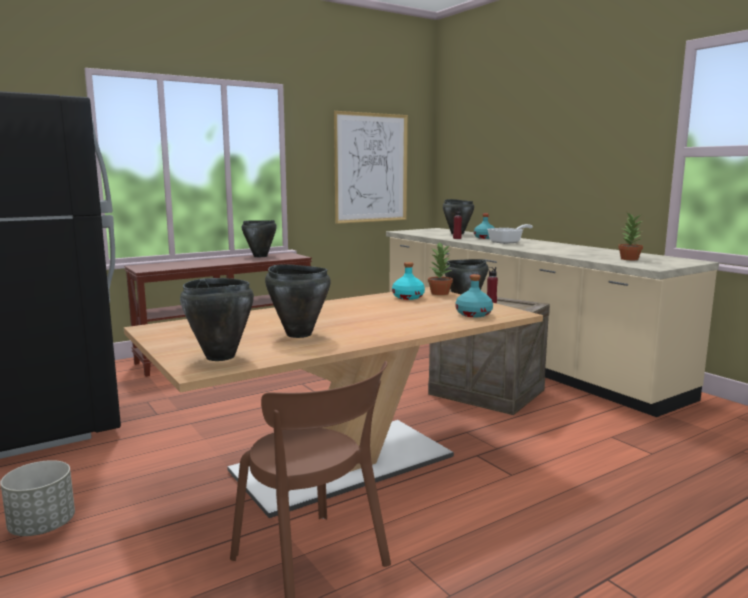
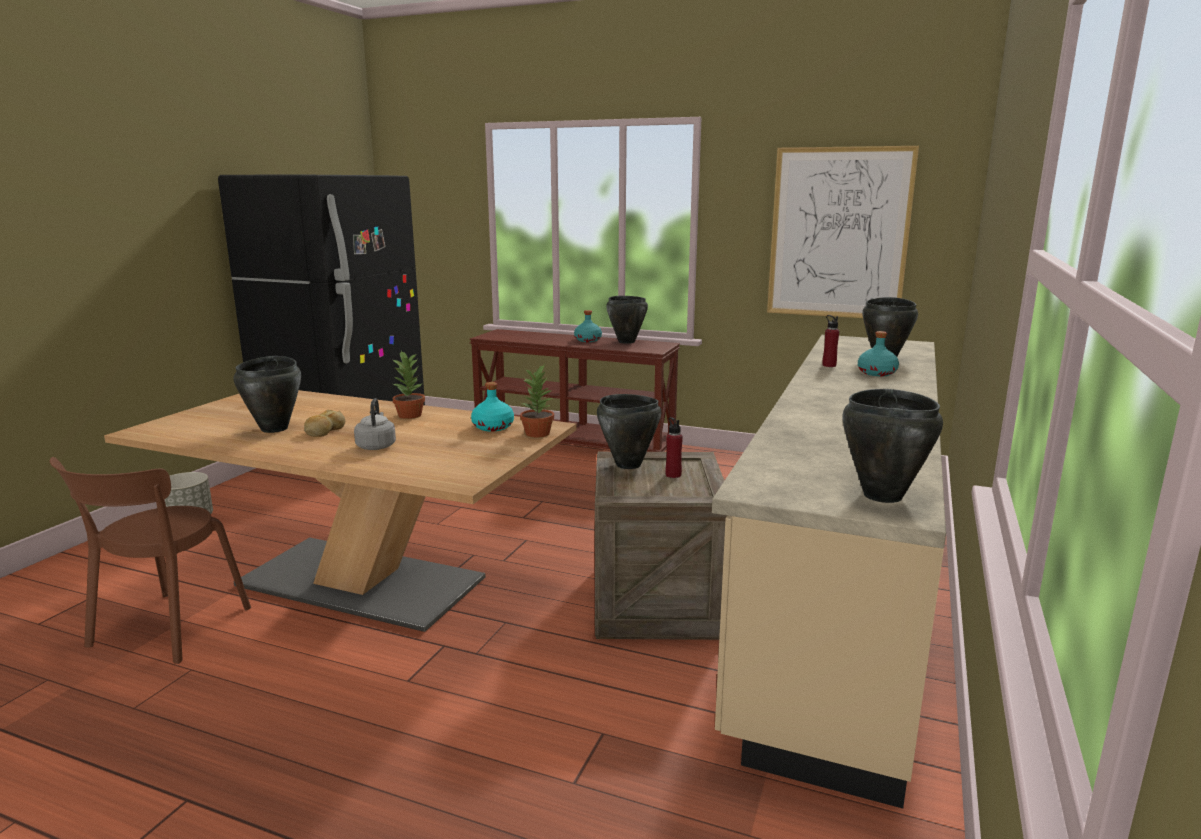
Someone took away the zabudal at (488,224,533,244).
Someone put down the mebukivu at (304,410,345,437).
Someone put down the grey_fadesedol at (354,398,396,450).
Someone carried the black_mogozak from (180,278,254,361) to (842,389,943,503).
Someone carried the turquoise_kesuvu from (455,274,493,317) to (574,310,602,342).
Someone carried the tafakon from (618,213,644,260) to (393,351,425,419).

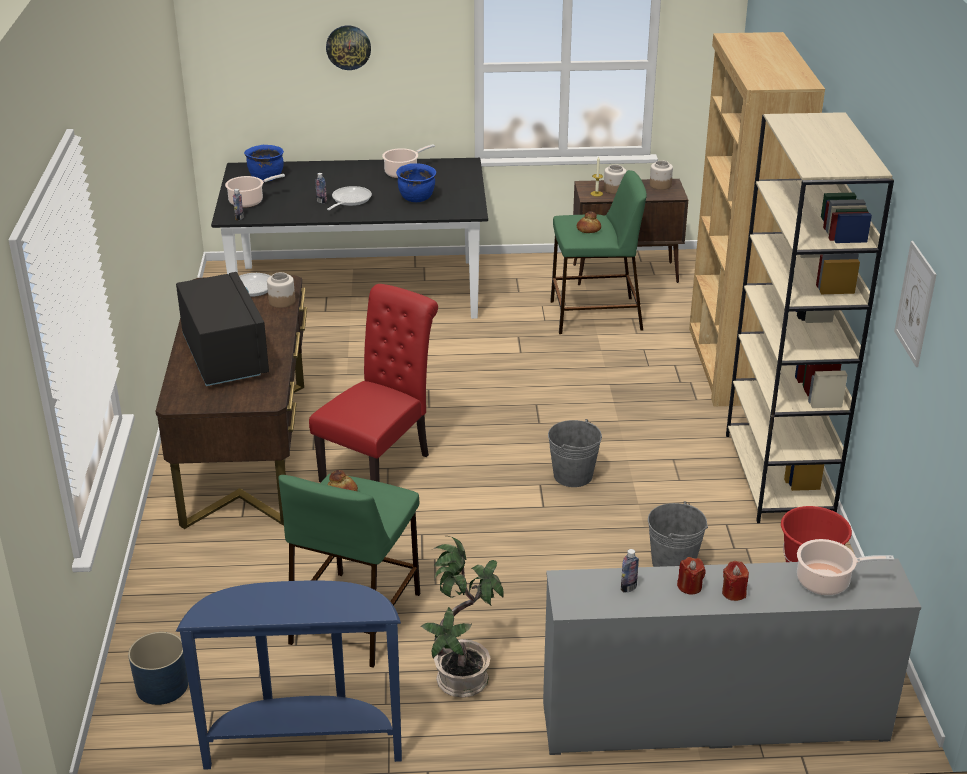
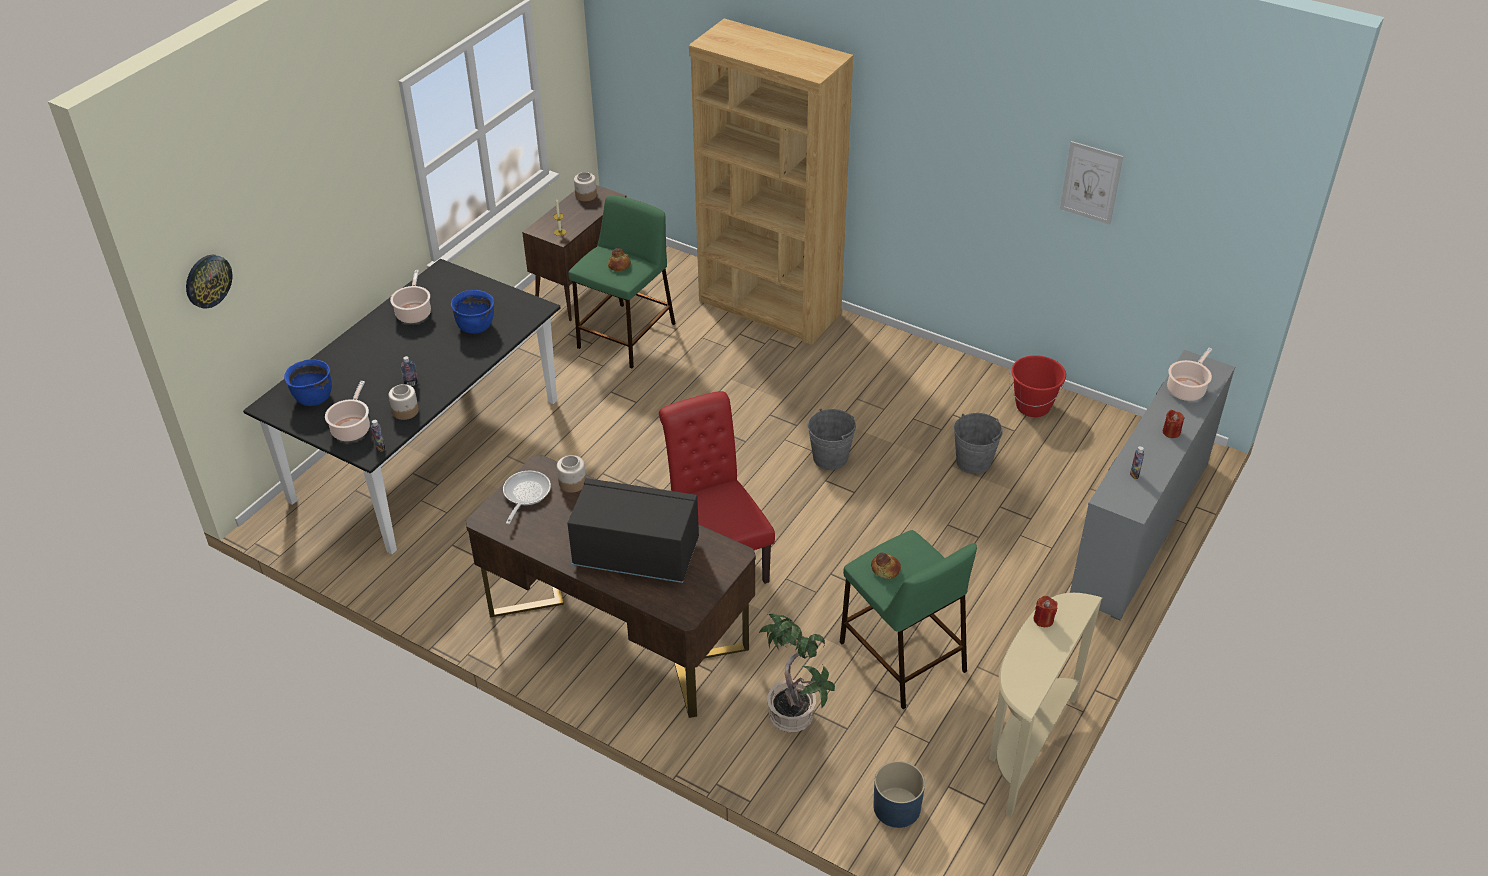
Someone took away the zabudal at (327,186,372,210).
Someone took away the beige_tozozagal at (726,112,894,523).
Someone carried the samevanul from (326,26,371,70) to (186,255,232,309).
Someone carried the tafakon from (420,536,504,698) to (758,614,835,732).
Someone carried the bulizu from (604,165,627,194) to (388,384,419,420).
Someone carried the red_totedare from (677,557,706,595) to (1034,596,1057,627).
Someone repainted the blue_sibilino at (176,580,402,770), which became the beige_sibilino at (989,593,1102,817).

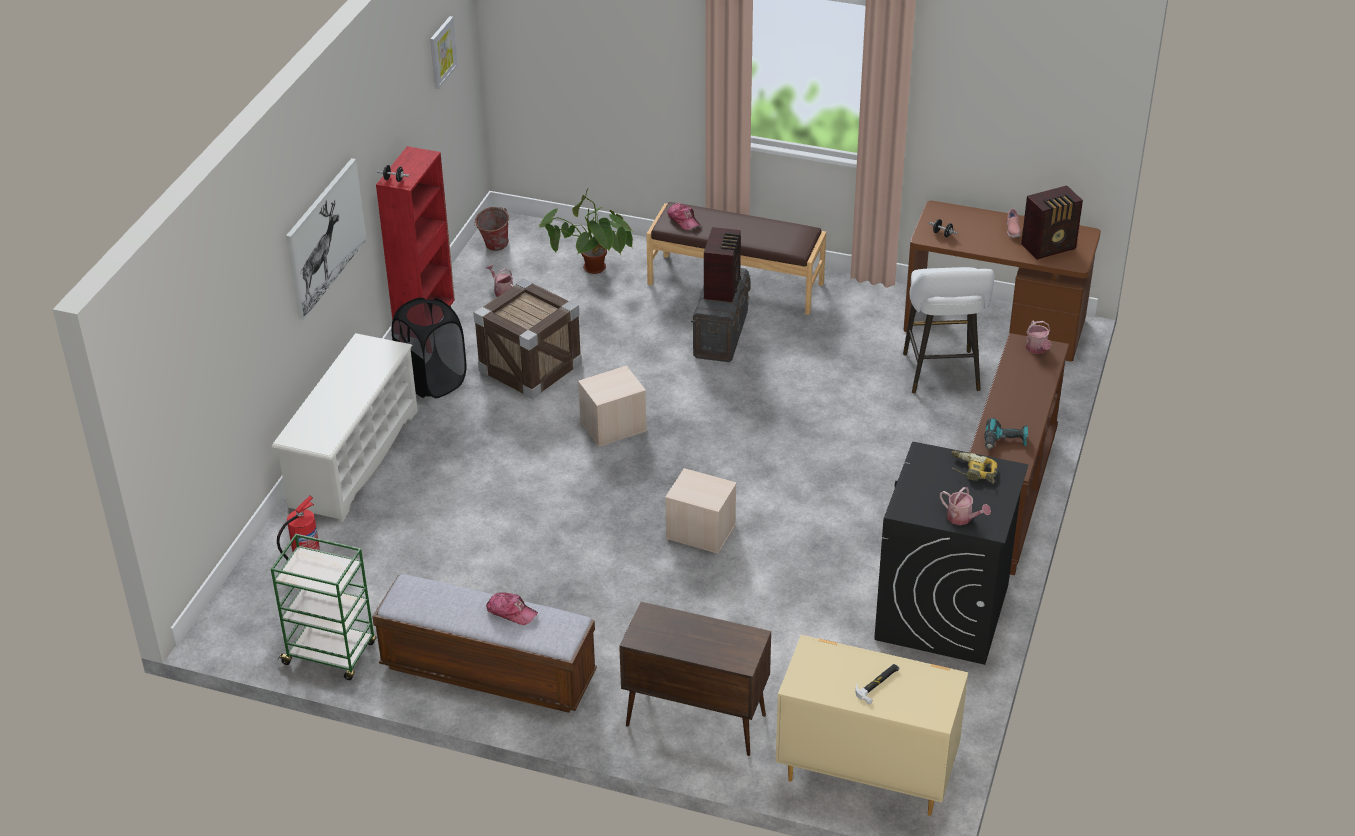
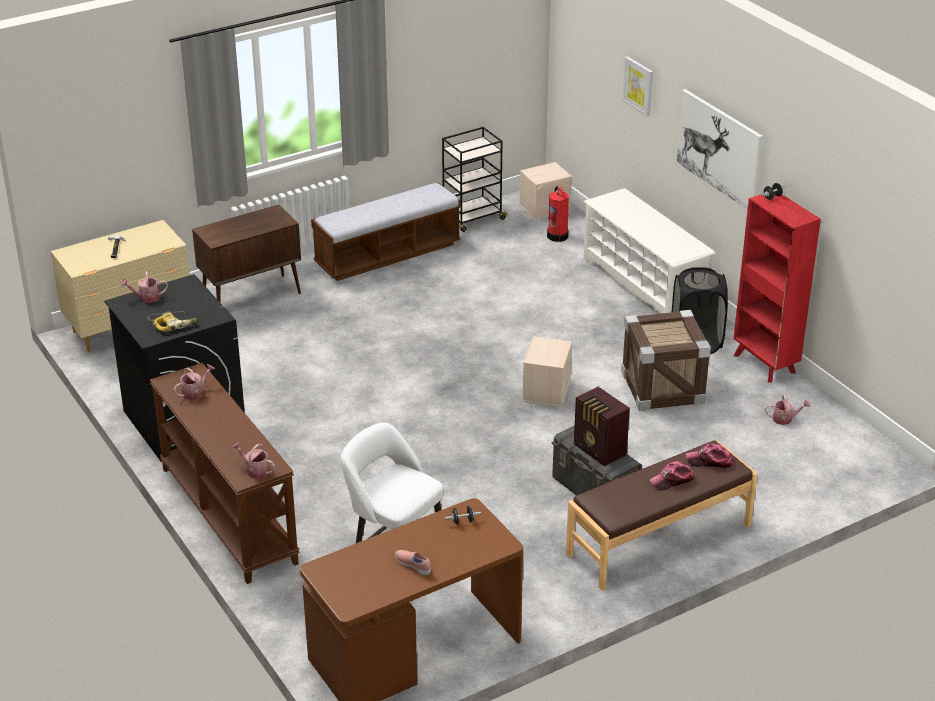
Someone took away the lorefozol at (474,207,509,251).
Someone took away the tafakon at (539,189,634,274).
Someone took away the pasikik at (1021,185,1083,260).
Someone carried the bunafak from (430,16,458,89) to (623,57,653,117).
Someone carried the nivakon from (486,592,538,625) to (650,461,695,490).
Someone carried the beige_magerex from (665,468,737,554) to (519,162,572,220).
Someone swapped the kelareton at (985,418,1028,450) for the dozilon at (173,364,215,400).
Someone repainted the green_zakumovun at (271,534,376,680), which became the black_zakumovun at (442,127,508,232).

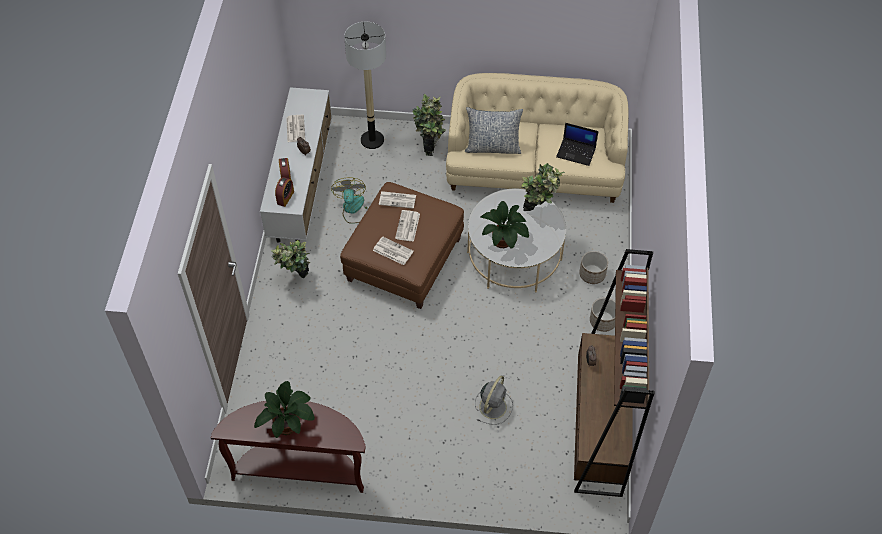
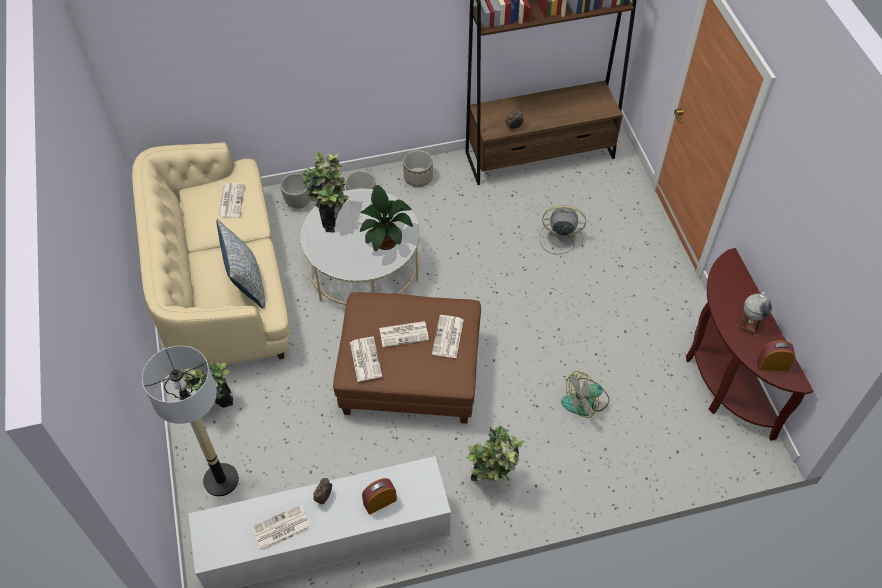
Someone put down the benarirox at (280,173,310,209).
Someone carried the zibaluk from (275,177,294,207) to (757,340,795,371).
Someone carried the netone from (331,177,368,224) to (561,371,610,418).
Someone swapped the tafakon at (254,381,315,438) for the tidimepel at (739,292,772,336).
Someone swapped the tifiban at (556,123,599,166) for the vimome at (218,183,245,217).

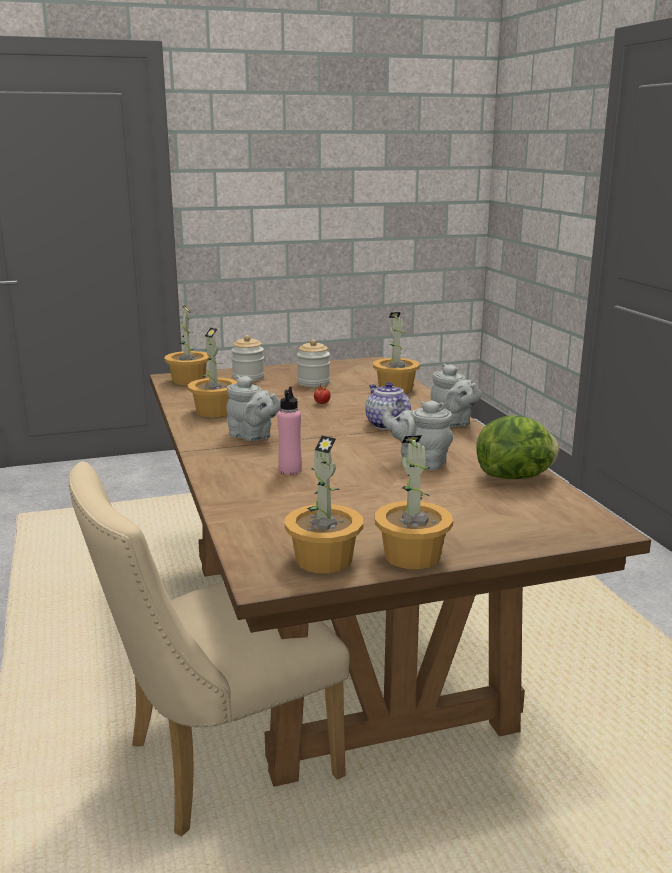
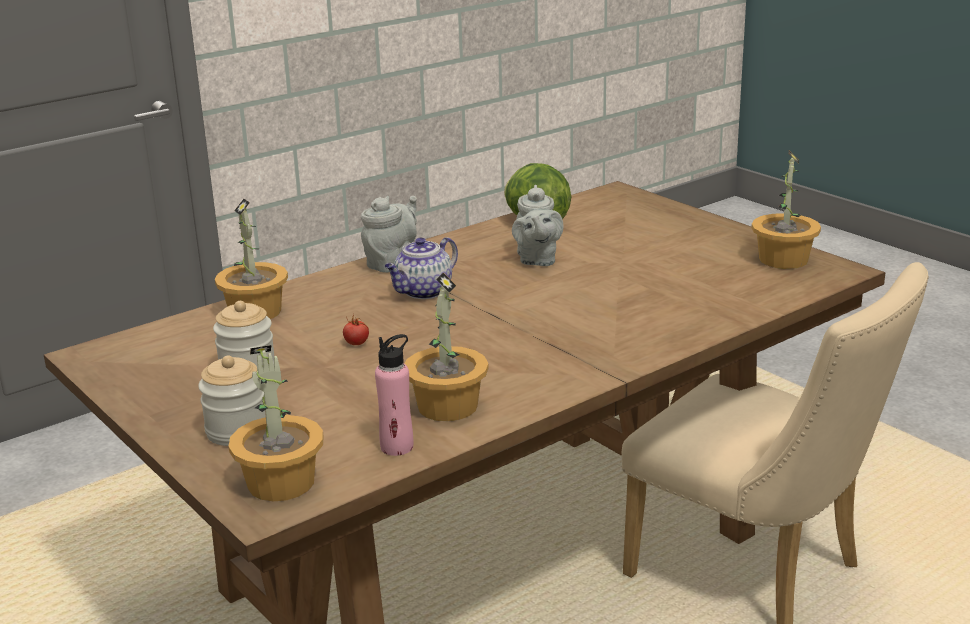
Someone took away the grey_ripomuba at (227,375,281,441).
Someone took away the tafakon at (375,435,453,569).
Someone carried the pink_kesuvu from (277,387,302,475) to (375,334,413,456).

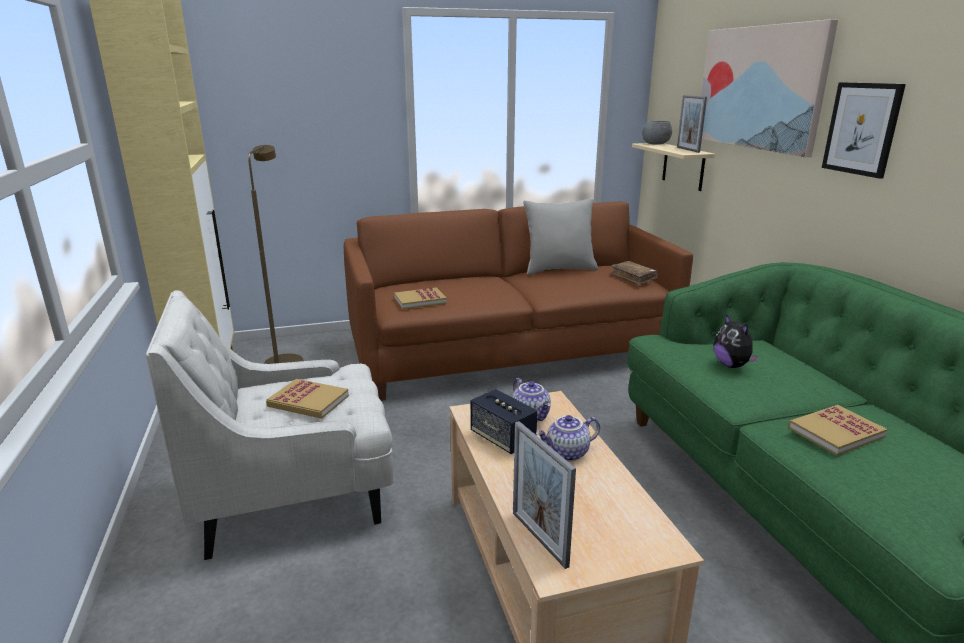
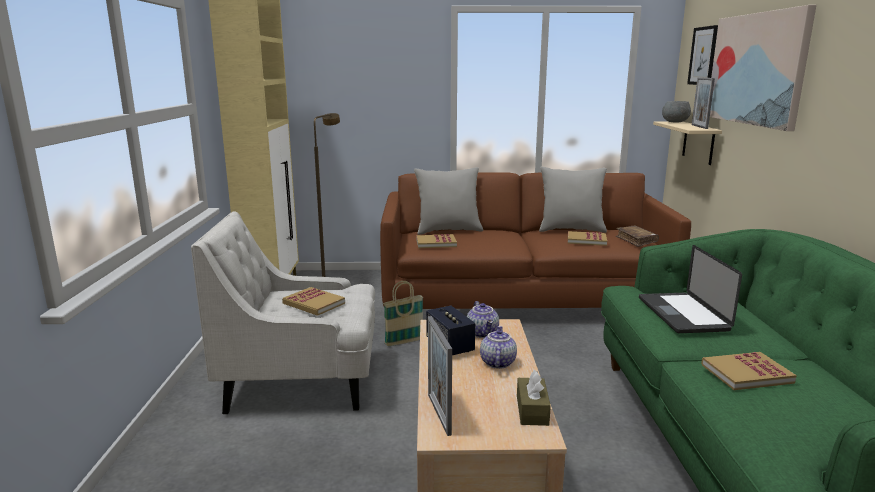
Someone put down the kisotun at (383,281,423,346).
Someone put down the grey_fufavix at (414,167,483,235).
Someone put down the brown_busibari at (517,370,551,426).
Someone put down the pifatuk at (568,231,607,246).
Someone carried the bunafak from (822,82,906,179) to (687,25,718,85).
Someone swapped the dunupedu at (713,314,759,368) for the tifiban at (639,245,742,333).
Someone rotated the ripomuba at (536,415,600,461) by 105 degrees clockwise.

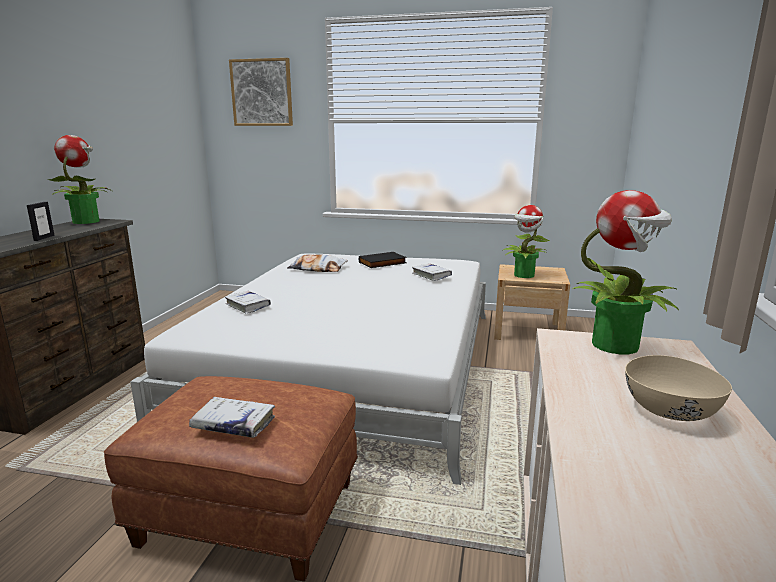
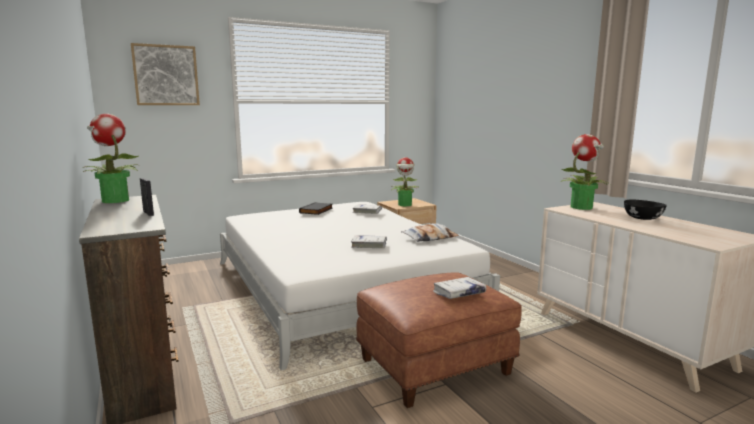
Someone carried the white_pifatuk from (225,291,271,314) to (351,235,387,248).
Someone carried the fufavix from (287,254,348,272) to (401,224,459,242).
Someone repainted the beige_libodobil at (625,355,732,421), which became the black_libodobil at (624,200,667,220).

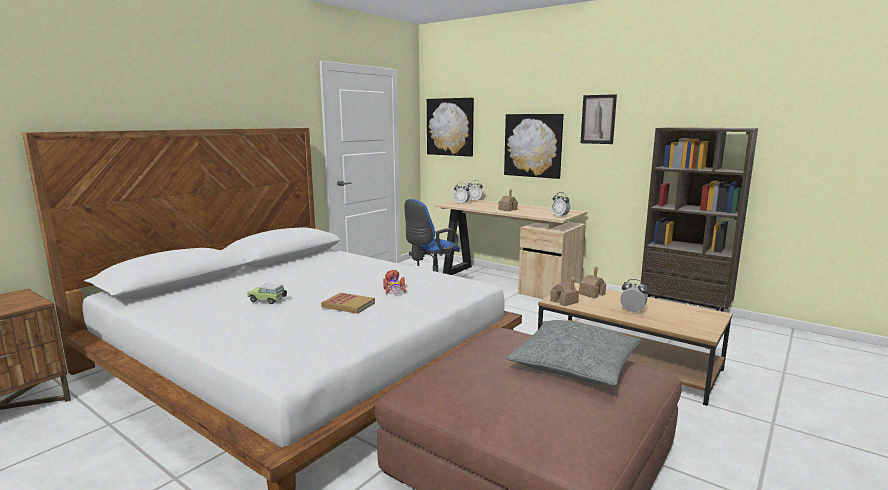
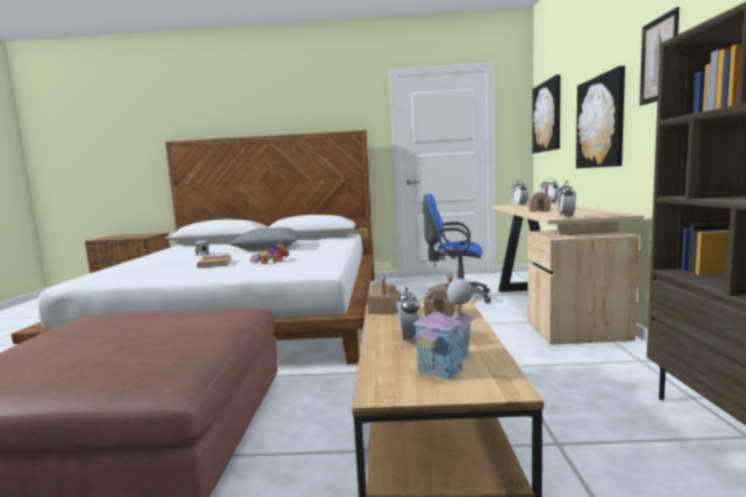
Someone put down the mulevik at (412,279,475,382).
Someone carried the grey_fufavix from (506,320,641,386) to (229,227,302,250).

